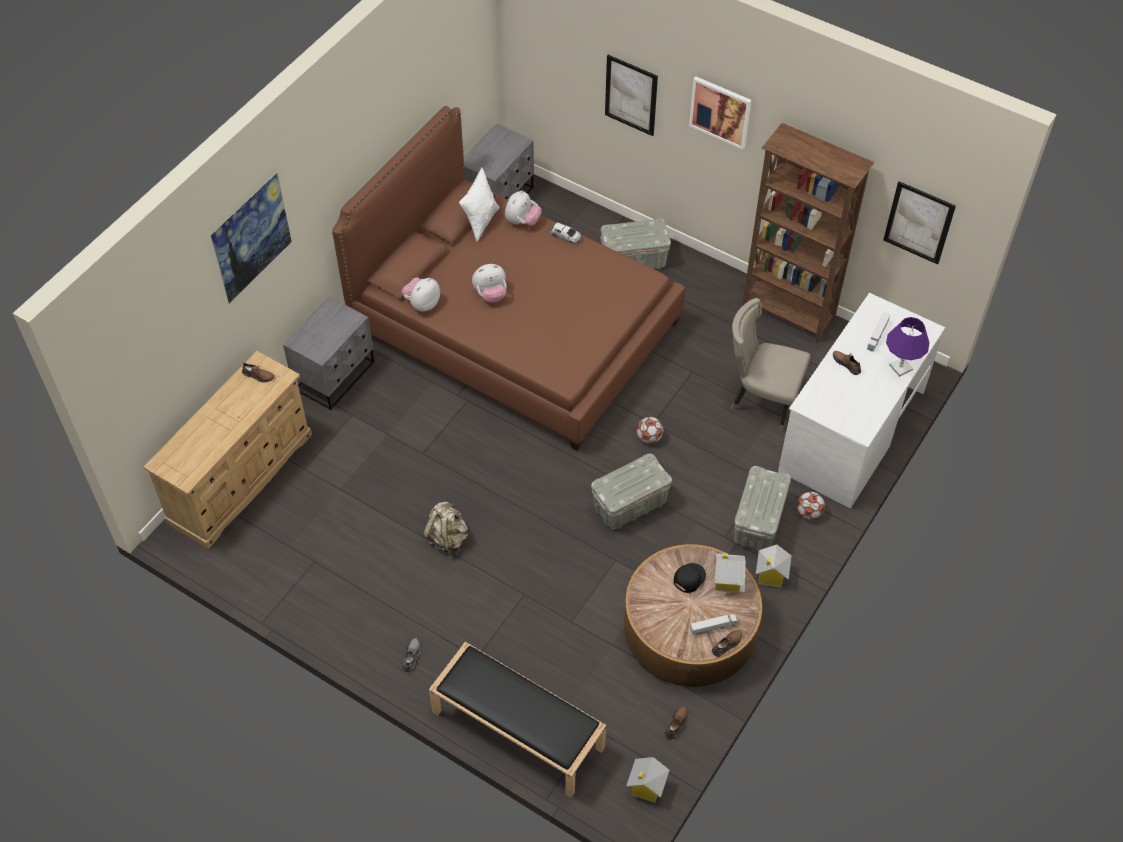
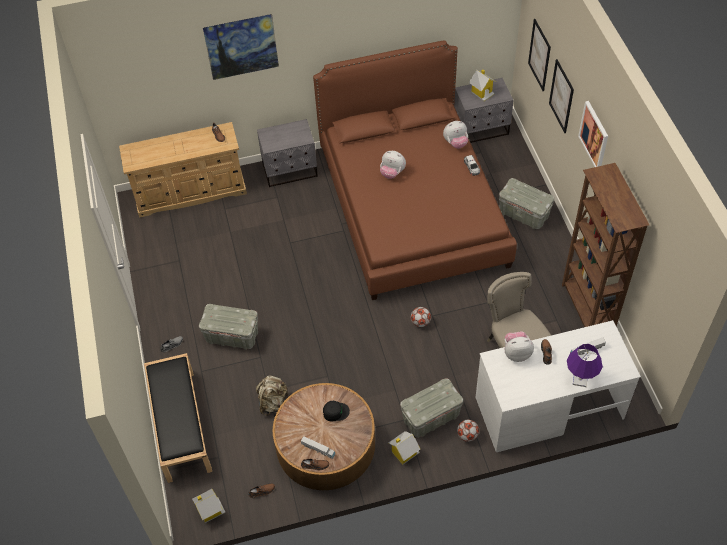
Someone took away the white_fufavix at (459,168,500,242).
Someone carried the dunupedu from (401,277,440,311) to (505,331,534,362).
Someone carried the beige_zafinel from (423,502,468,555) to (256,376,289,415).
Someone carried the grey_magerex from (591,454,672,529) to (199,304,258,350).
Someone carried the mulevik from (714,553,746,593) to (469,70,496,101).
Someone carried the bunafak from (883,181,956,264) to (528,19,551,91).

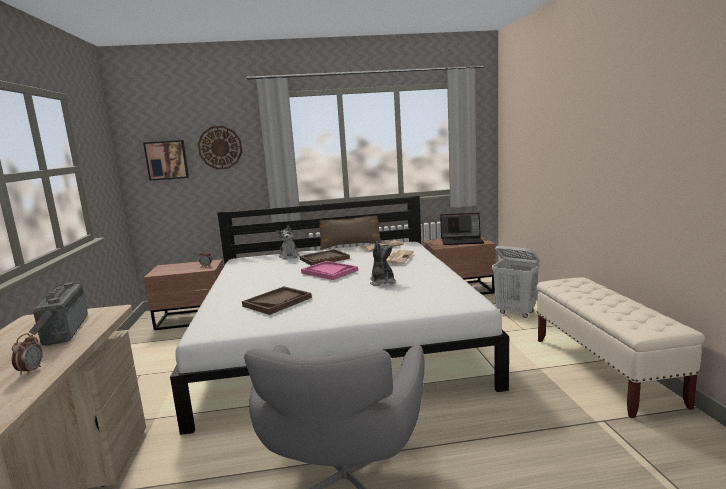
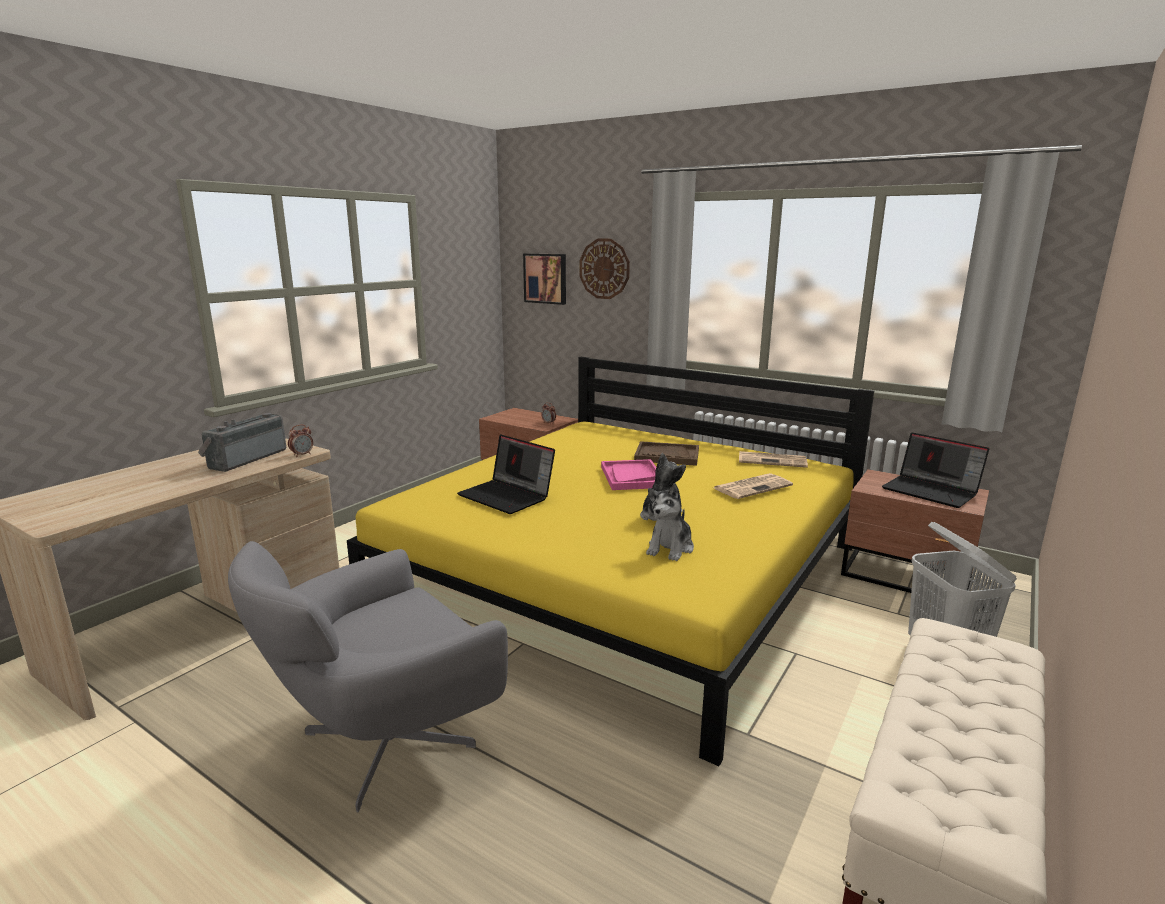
Someone took away the brown_fufavix at (319,216,382,250).
Someone carried the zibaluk from (12,333,42,375) to (288,424,313,457).
Someone carried the dunupedu from (276,225,300,260) to (646,483,694,561).
Someone swapped the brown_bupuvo at (242,286,312,315) for the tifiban at (457,434,555,514).
Someone repainted the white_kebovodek at (170,196,509,435), which became the yellow_kebovodek at (347,357,874,766).

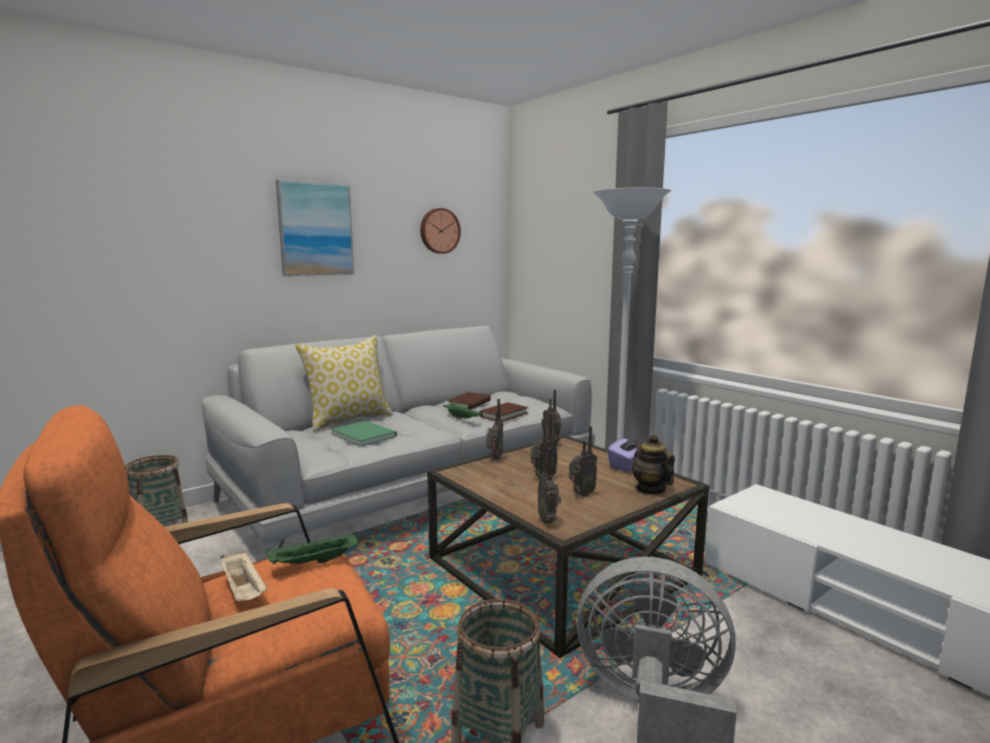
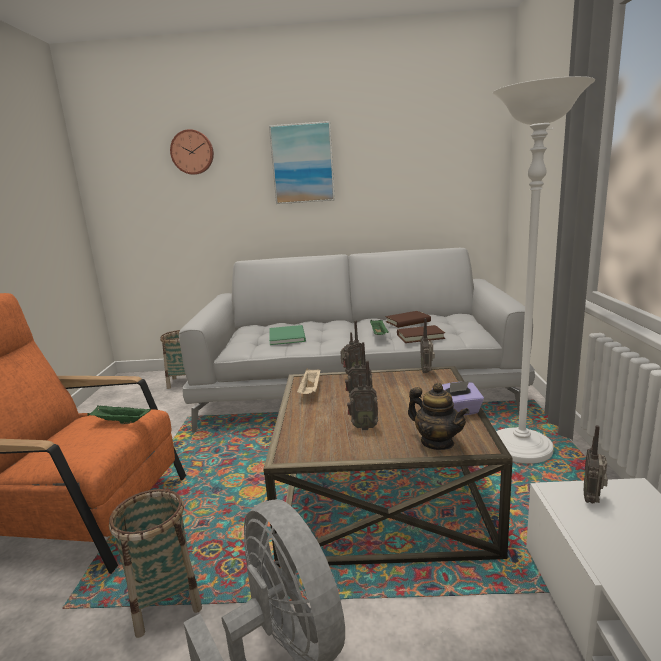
Someone took away the fufavix at (295,335,393,432).
Someone carried the beige_bupuvo from (220,551,267,601) to (297,368,320,394).
Someone carried the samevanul from (420,208,461,254) to (170,129,214,175).
Someone carried the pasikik from (538,448,561,524) to (584,425,608,504).
Someone rotated the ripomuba at (632,434,675,495) by 120 degrees clockwise.

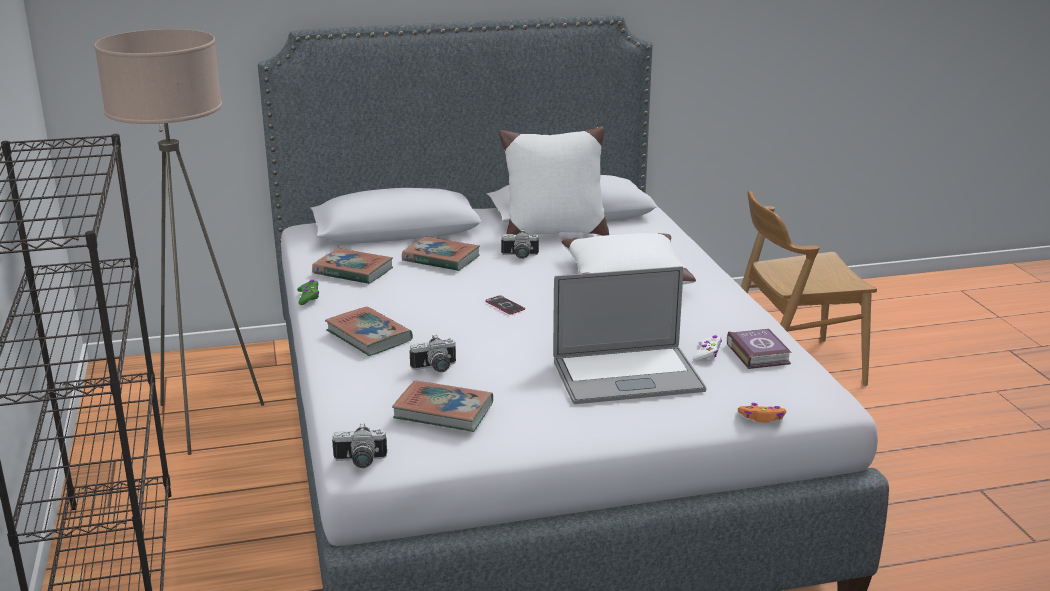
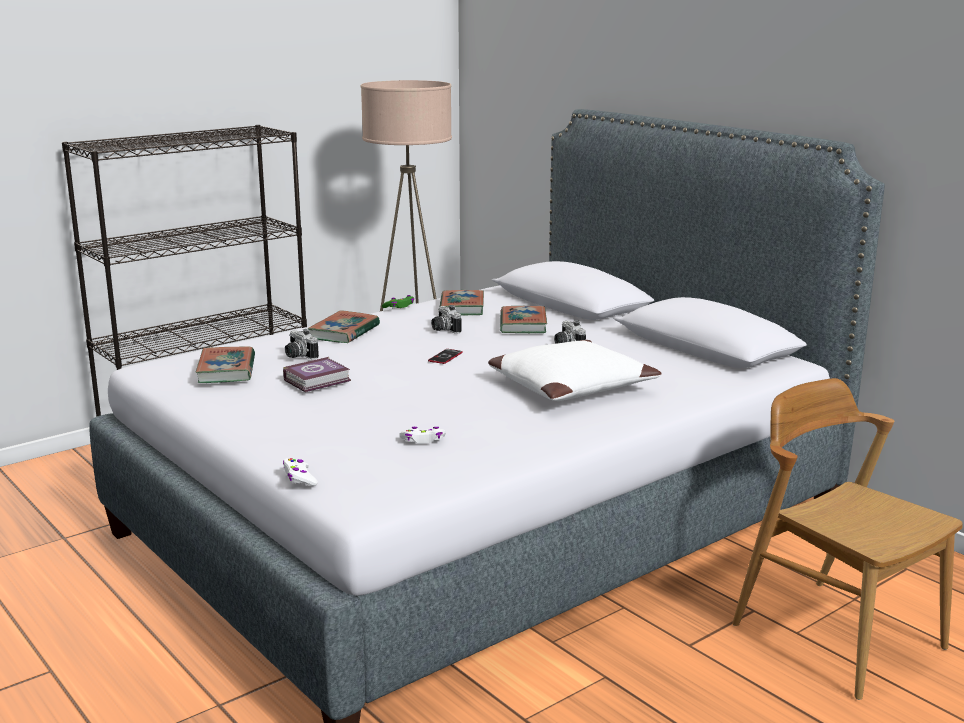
Someone took away the white_fufavix at (499,126,609,236).
Someone took away the tifiban at (553,266,706,404).
Someone carried the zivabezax from (332,423,387,468) to (431,305,462,334).
Someone carried the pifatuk from (727,329,792,369) to (283,357,351,392).
Someone repainted the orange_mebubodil at (738,403,786,422), which became the white_mebubodil at (283,458,318,486).

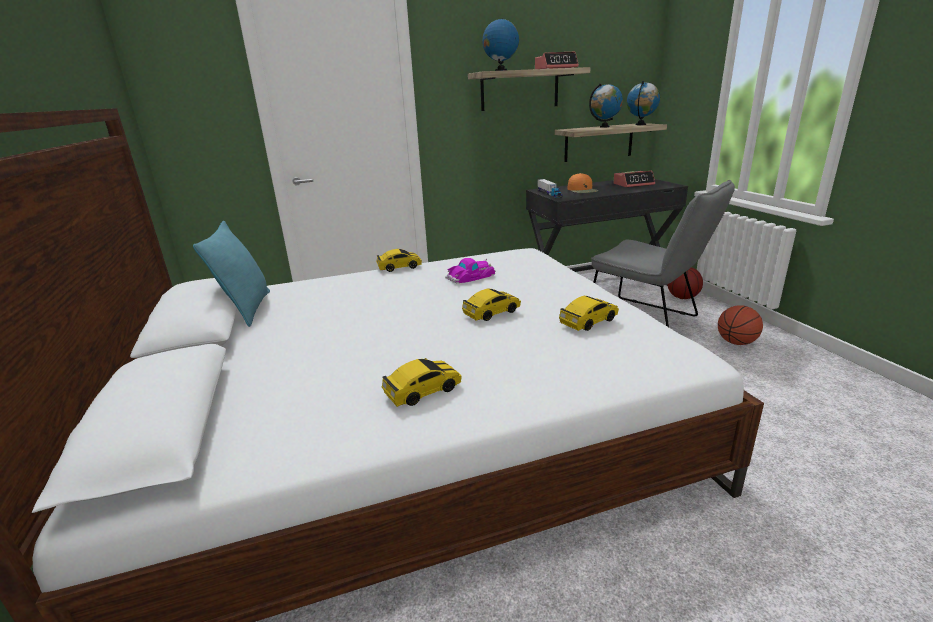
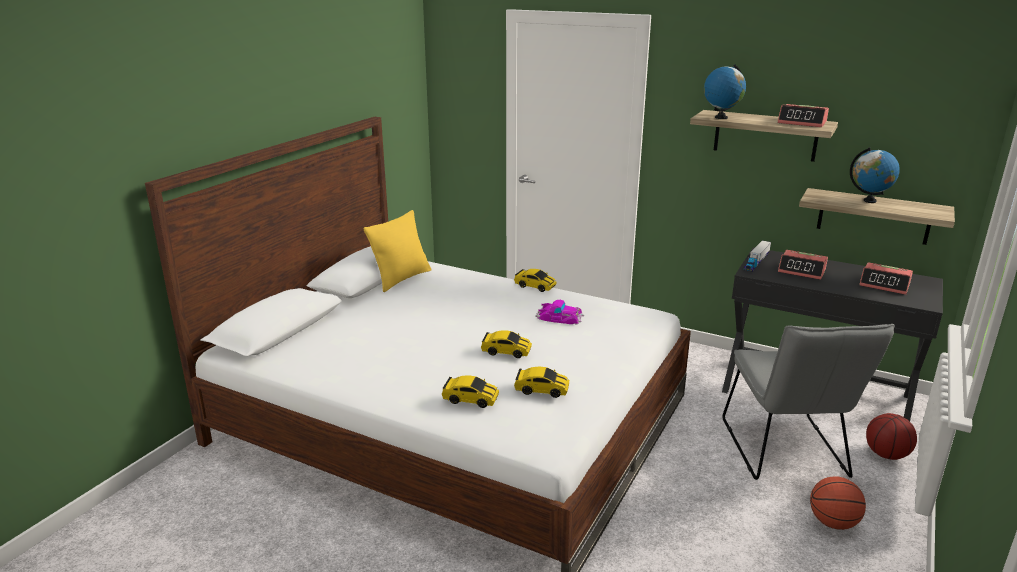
Someone took away the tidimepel at (627,81,660,125).
Someone carried the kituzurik from (382,358,462,407) to (442,375,499,408).
Someone swapped the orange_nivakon at (567,173,599,193) for the zibaluk at (778,250,828,280).
Someone repainted the turquoise_fufavix at (193,221,270,327), which became the yellow_fufavix at (363,210,432,292).

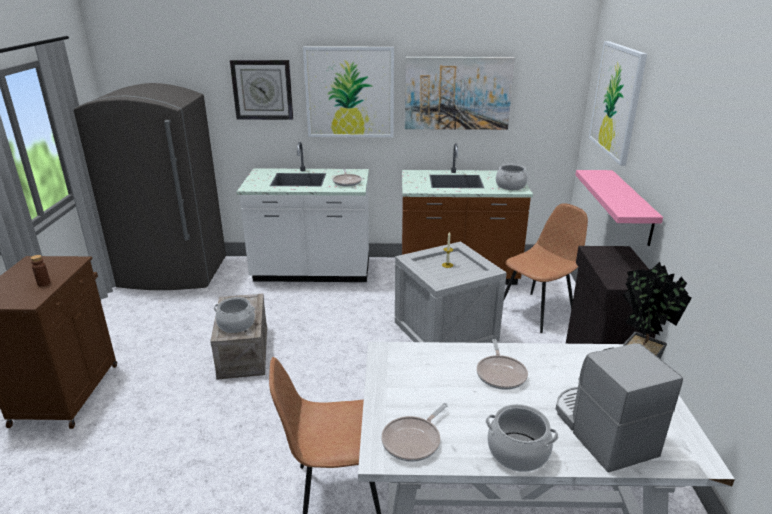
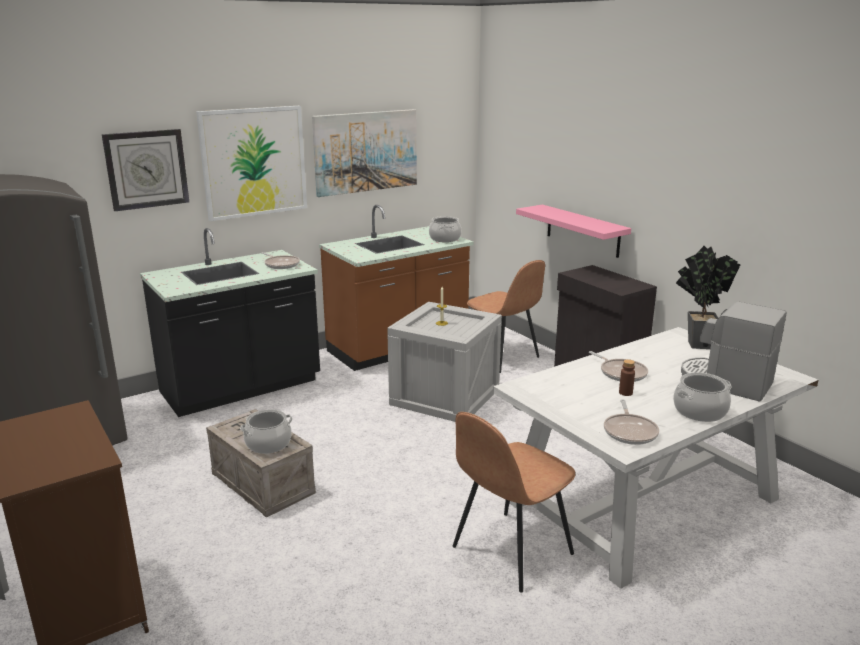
Someone took away the bunafak at (589,41,647,166).
Someone carried the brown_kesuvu from (31,255,51,286) to (619,359,635,396).
Someone repainted the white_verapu at (237,142,369,282), which became the black_verapu at (140,228,320,417).
Someone rotated the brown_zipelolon at (504,203,588,333) by 120 degrees clockwise.

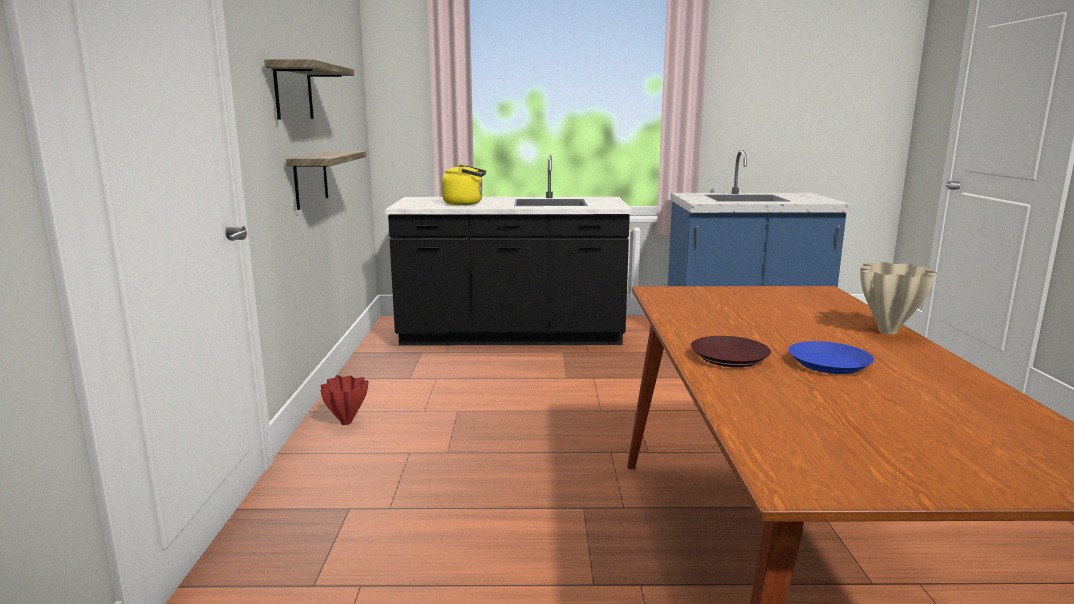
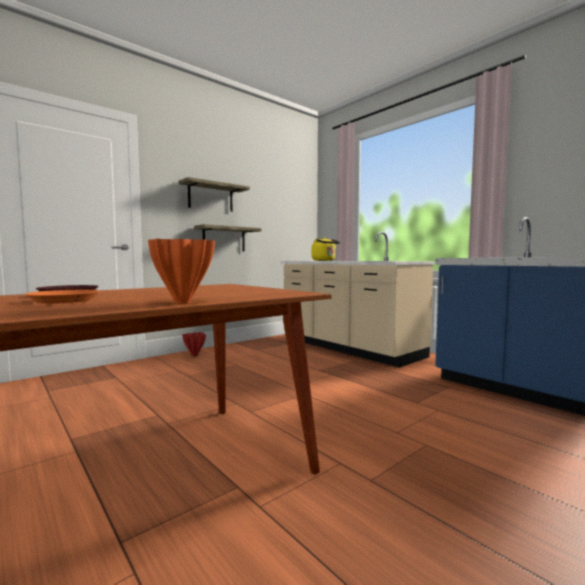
Someone repainted the black_verapu at (385,154,632,345), which became the beige_verapu at (280,231,434,368).
Someone repainted the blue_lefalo at (788,341,874,374), which became the orange_lefalo at (25,290,100,304).
Someone repainted the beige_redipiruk at (860,262,937,334), which became the orange_redipiruk at (148,239,215,304).

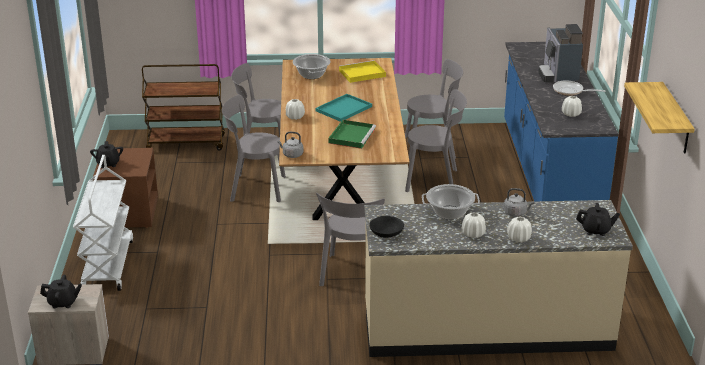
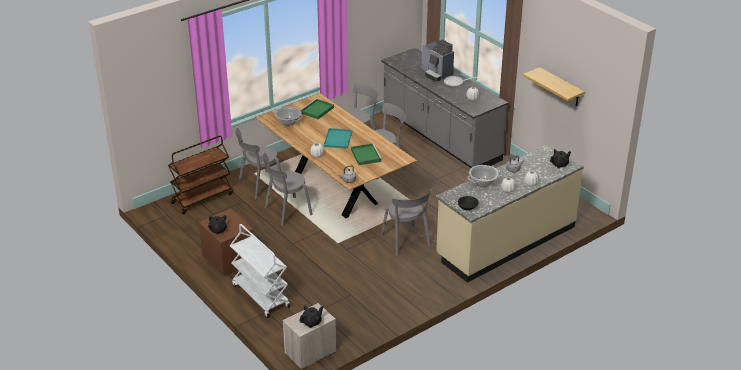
Someone repainted the yellow_bupuvo at (339,60,386,83), which became the green_bupuvo at (301,99,334,119).
Someone repainted the blue_verapu at (504,42,619,201), which became the grey_verapu at (381,48,508,168).

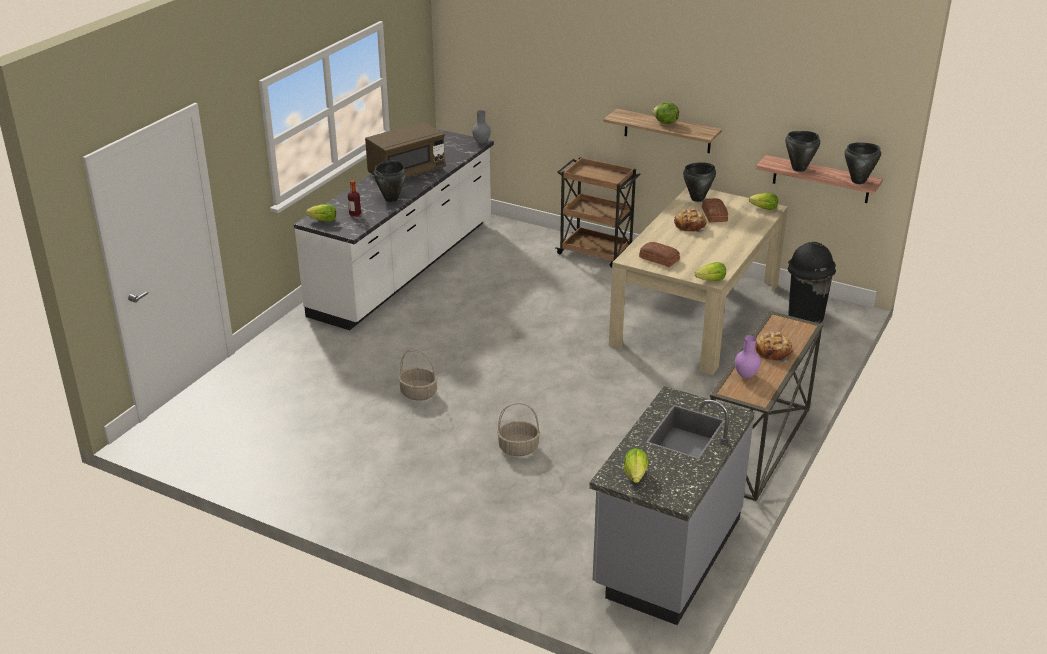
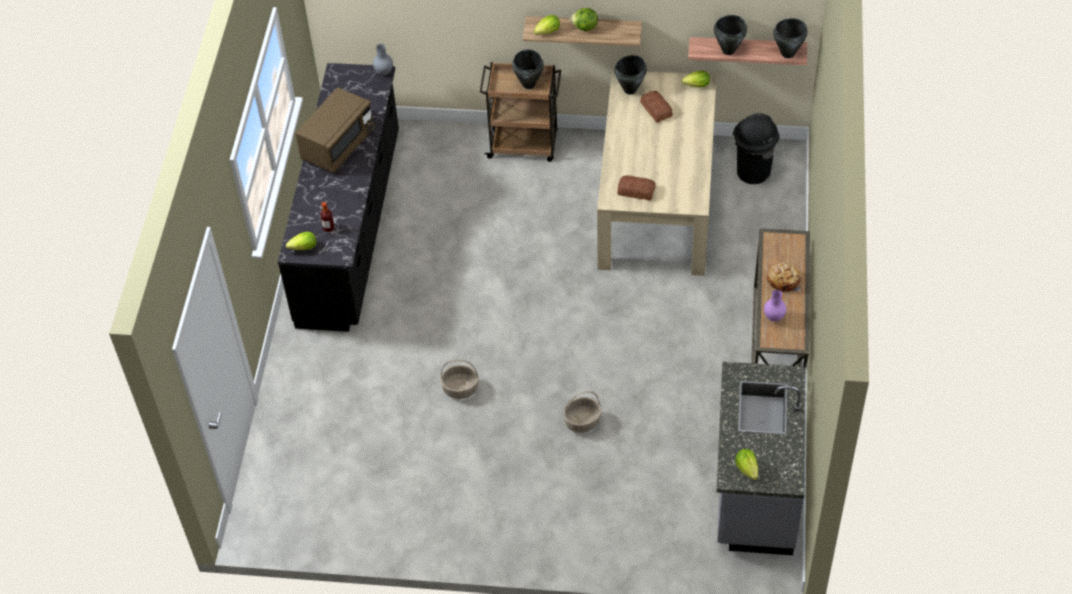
Someone took away the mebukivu at (674,208,707,232).
Someone carried the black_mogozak from (374,160,406,202) to (512,49,544,89).
Someone carried the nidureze from (695,262,726,281) to (533,15,560,35).
Someone repainted the white_verapu at (294,129,494,330), which became the black_verapu at (278,63,399,332).

